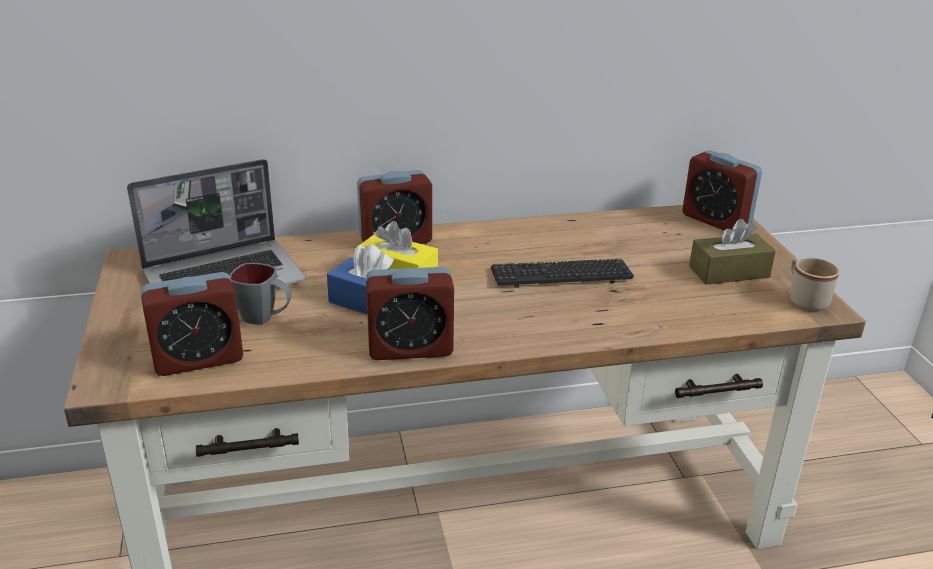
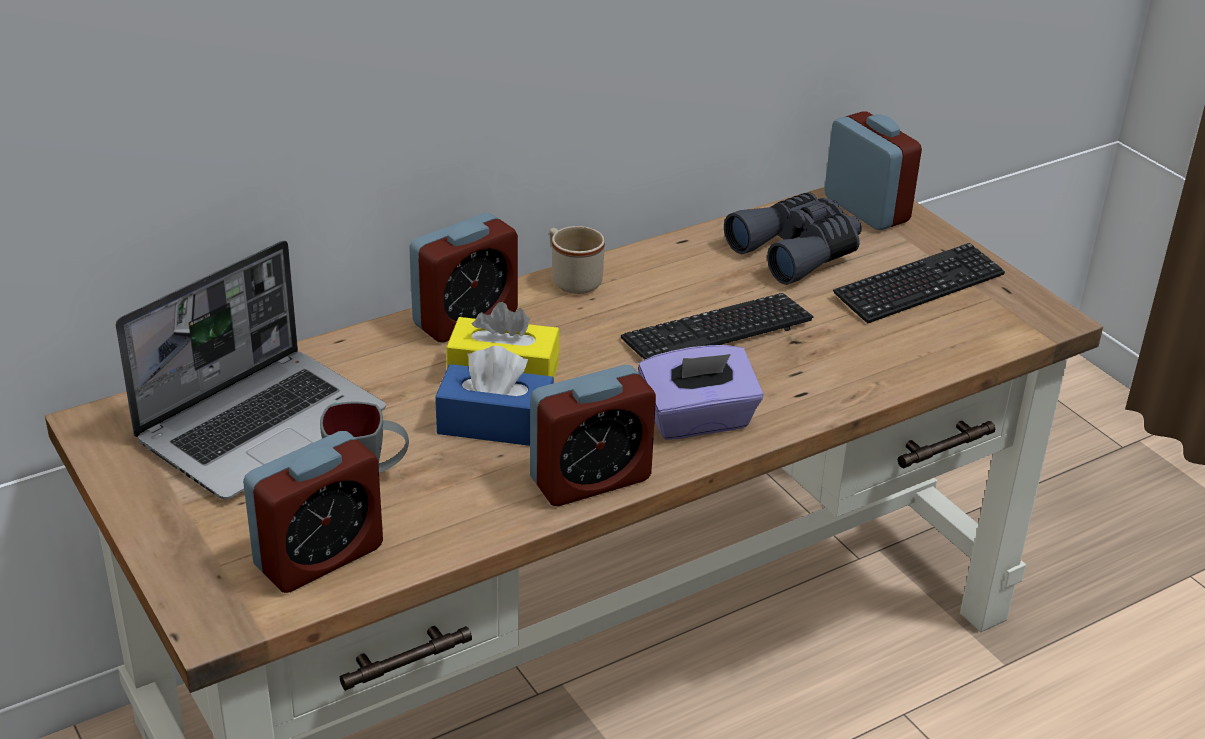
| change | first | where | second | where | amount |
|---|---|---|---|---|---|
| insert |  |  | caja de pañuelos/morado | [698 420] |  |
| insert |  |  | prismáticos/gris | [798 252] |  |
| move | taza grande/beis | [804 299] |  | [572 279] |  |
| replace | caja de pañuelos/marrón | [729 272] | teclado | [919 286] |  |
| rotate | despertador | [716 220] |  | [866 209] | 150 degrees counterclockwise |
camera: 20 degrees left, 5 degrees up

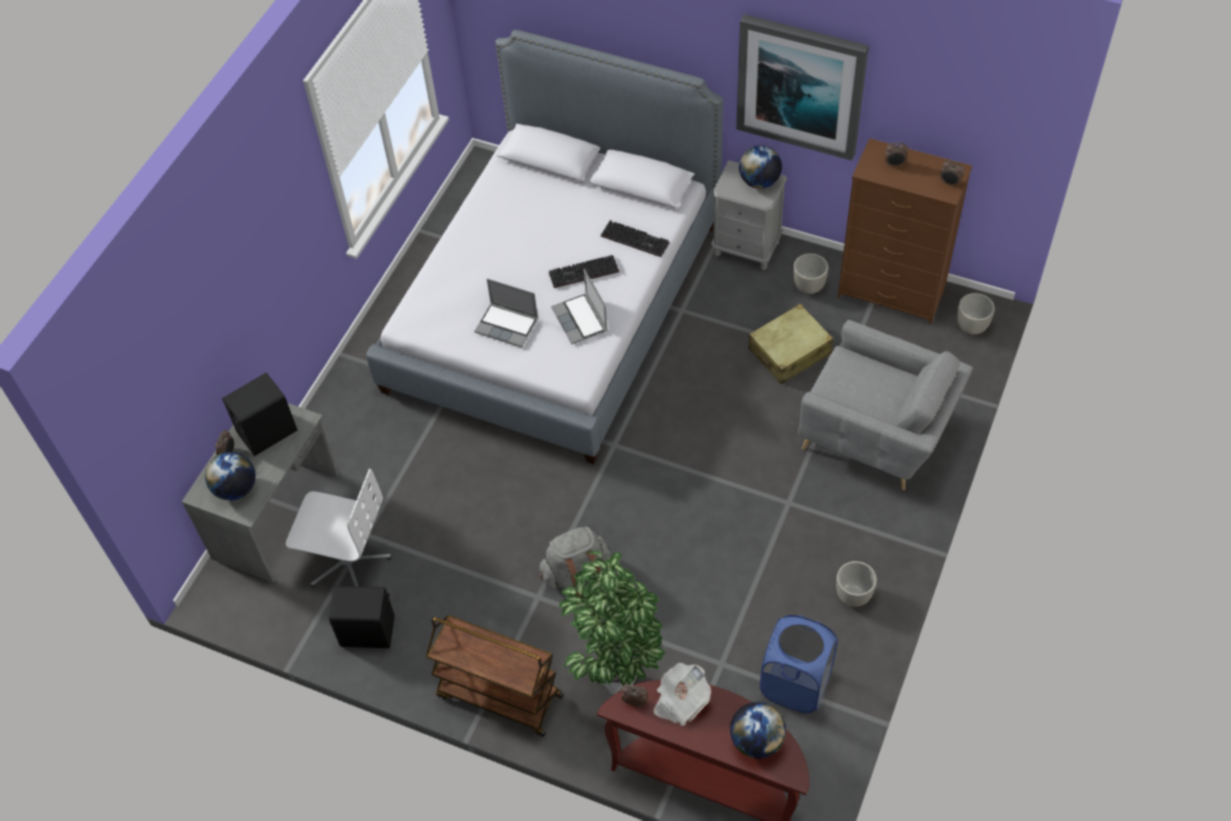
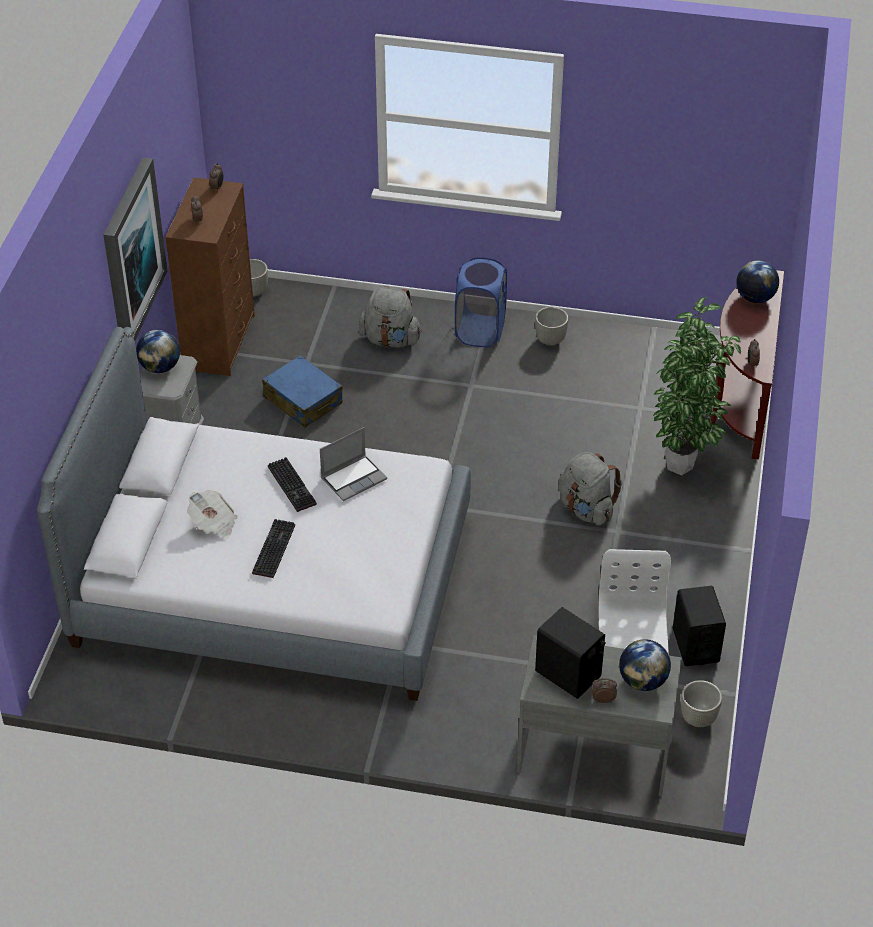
| change | first | where | second | where | amount |
|---|---|---|---|---|---|
| delete | carrito/marrón | [498 696] |  |  |  |
| delete | portátil | [508 325] |  |  |  |
| move | teclado | [636 239] |  | [273 548] |  |
| move | periódico | [680 701] |  | [213 523] |  |
| move | cesto de la ropa/azul | [795 684] |  | [480 331] |  |
| move | maceta/gris | [808 286] |  | [698 719] |  |
| replace | sillón/gris | [876 439] | mochila/gris | [390 339] |  |
| recolor | maleta/beis | [790 352] | maleta/azul | [302 400] |  |
camera: 105 degrees left, 10 degrees down

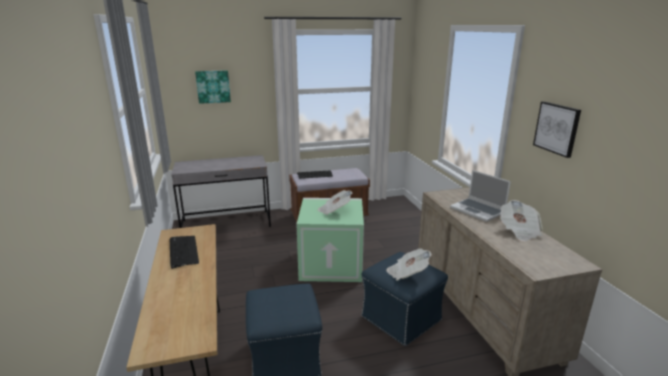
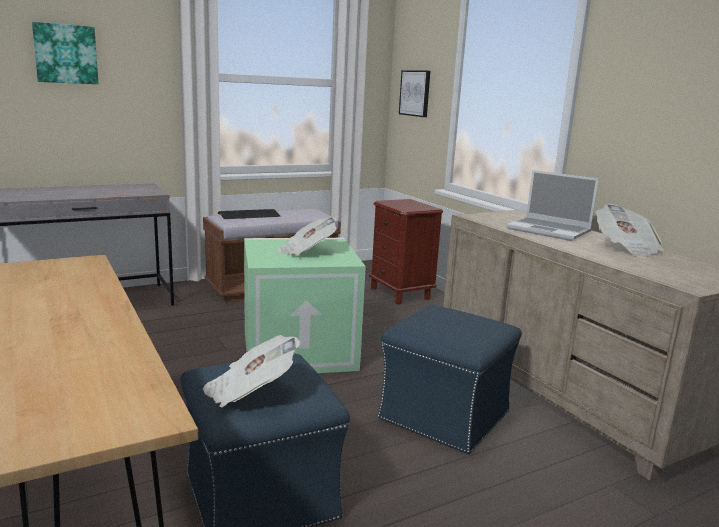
| change | first | where | second | where | amount |
|---|---|---|---|---|---|
| delete | teclado | [183 251] |  |  |  |
| insert |  |  | mesita de noche/marrón | [400 293] |  |
| move | periódico | [407 273] |  | [250 392] |  |
| move | cuadro | [557 128] |  | [415 93] |  |
camera: 15 degrees left, 5 degrees down

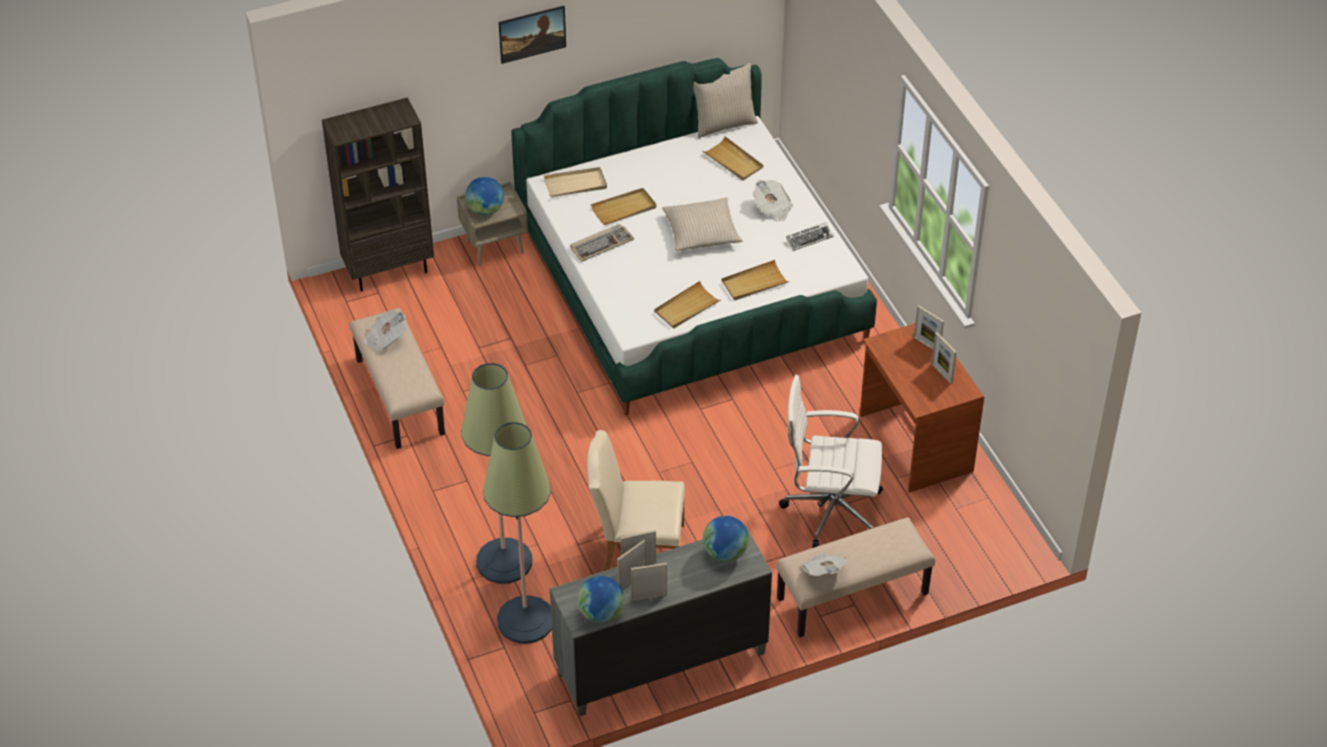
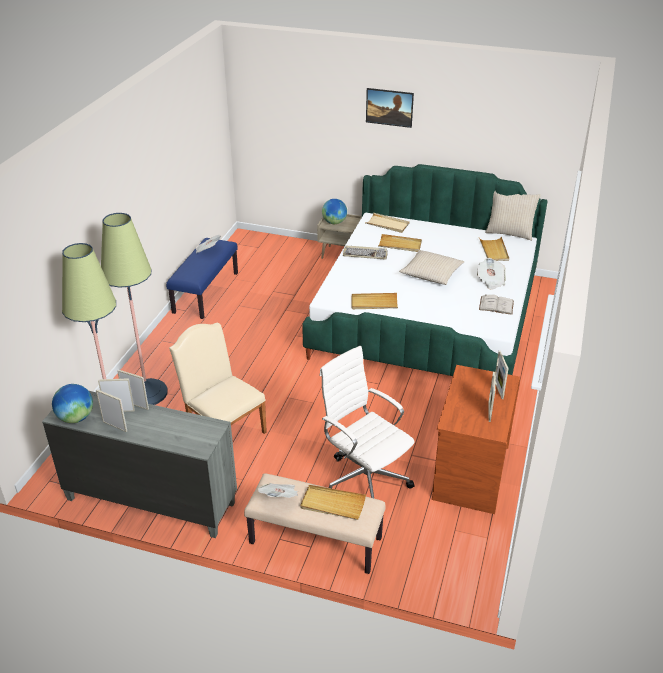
| change | first | where | second | where | amount |
|---|---|---|---|---|---|
| delete | estantería/marrón | [389 270] |  |  |  |
| delete | globo terráqueo | [725 553] |  |  |  |
| move | bandeja/beis | [754 283] |  | [332 504] |  |
| replace | teclado | [809 238] | libro/blanco | [496 305] |  |
| recolor | banco/beis | [399 397] | banco/azul | [205 292] |  |
camera: 40 degrees right, 10 degrees down

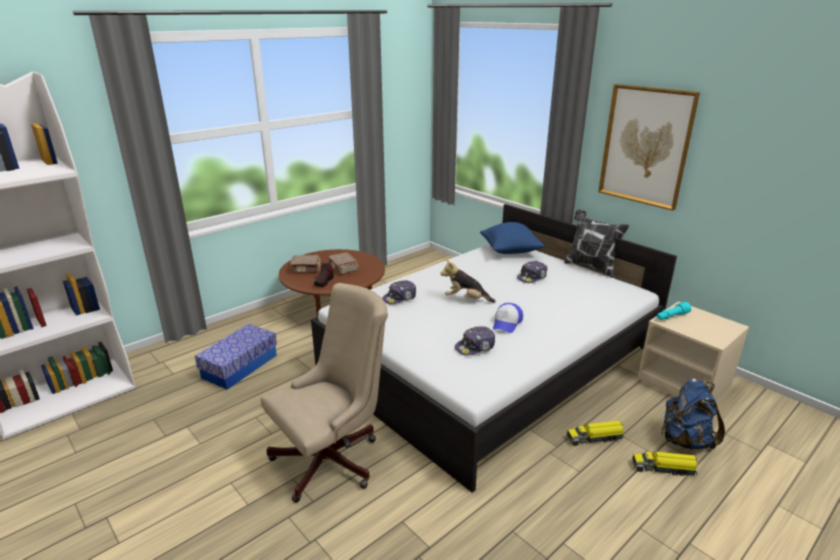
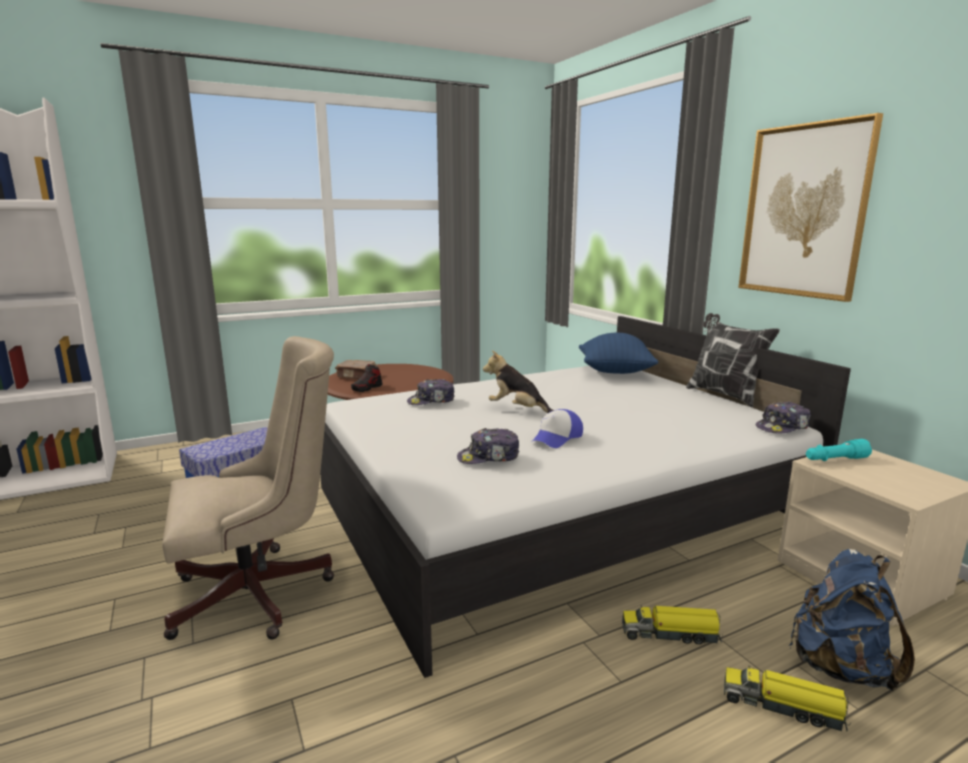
| change | first | where | second | where | amount |
|---|---|---|---|---|---|
| delete | libro/marrón | [343 268] |  |  |  |
| move | gorra | [532 277] |  | [782 427] |  |
camera: 15 degrees right, 10 degrees down

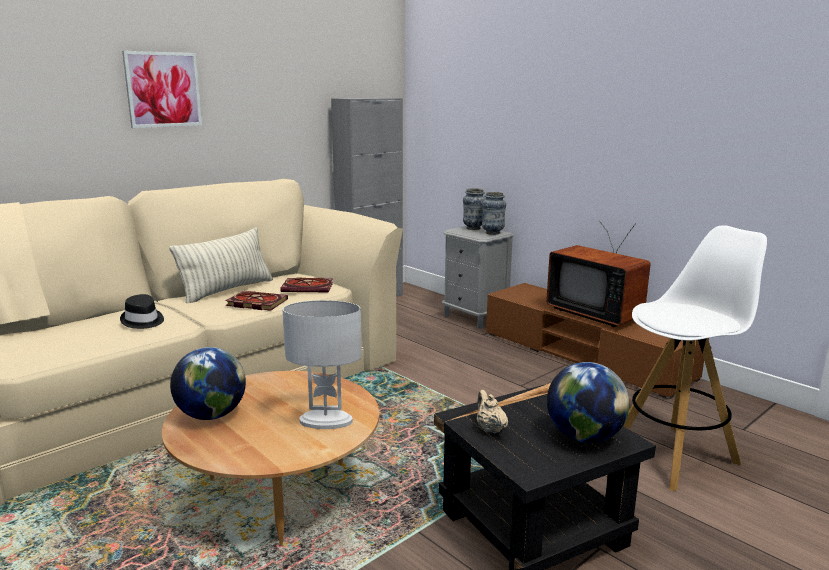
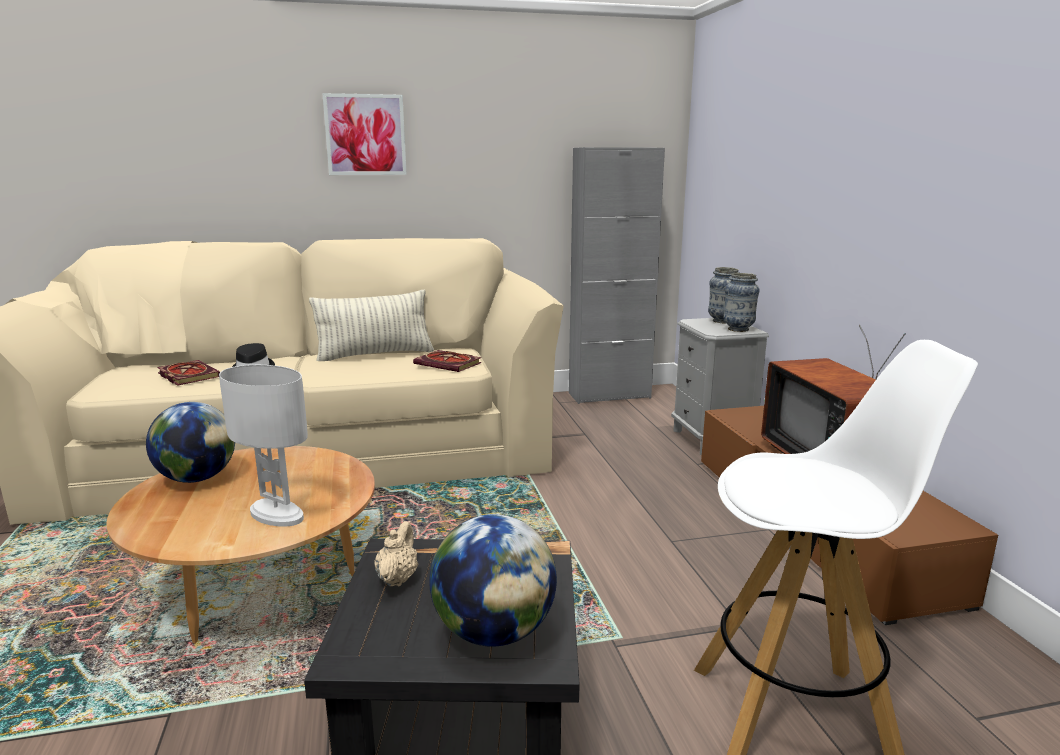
| change | first | where | second | where | amount |
|---|---|---|---|---|---|
| move | libro | [255 303] |  | [187 375] |  |
camera: 30 degrees right, 0 degrees up

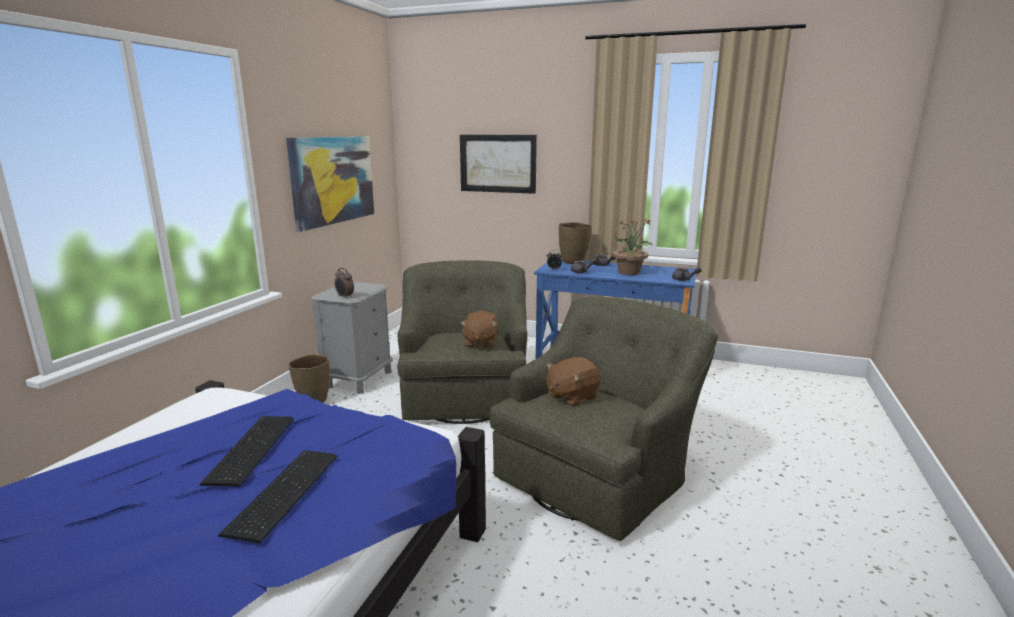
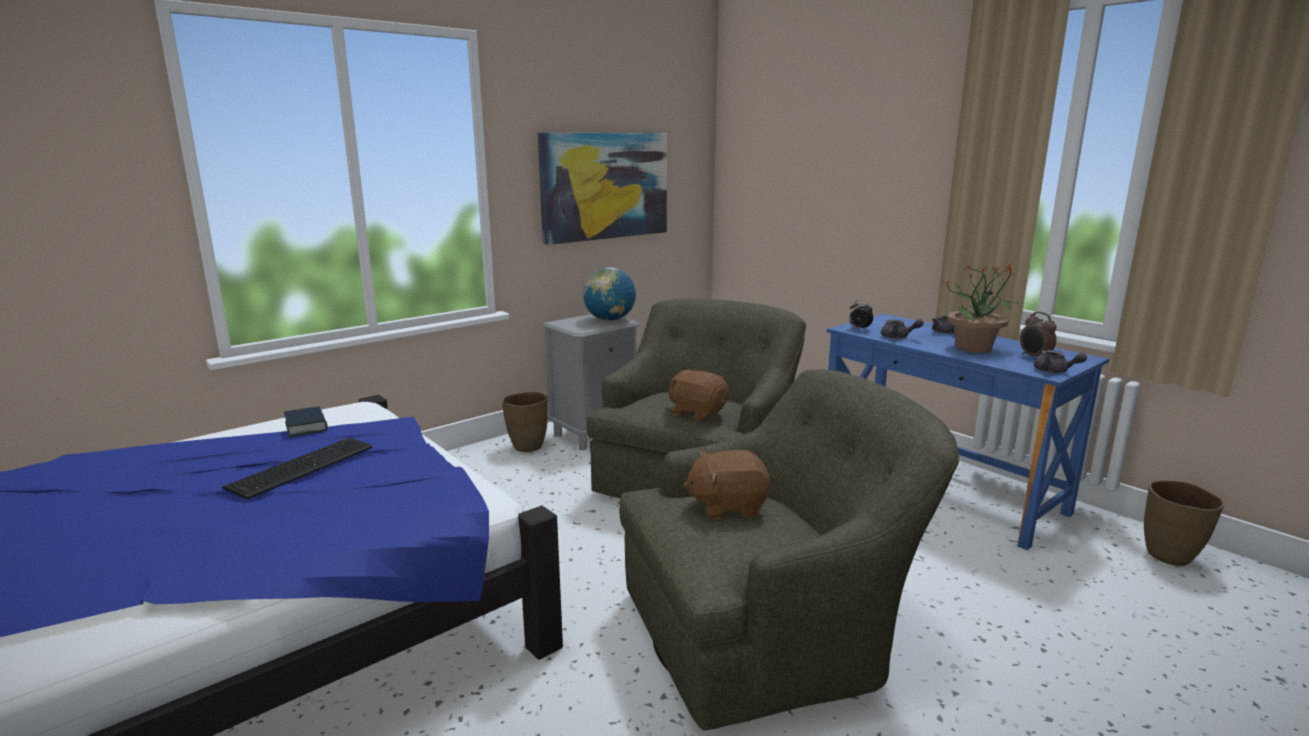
| change | first | where | second | where | amount |
|---|---|---|---|---|---|
| delete | teclado | [281 493] |  |  |  |
| delete | cuadro | [498 163] |  |  |  |
| insert |  |  | libro | [306 426] |  |
| insert |  |  | globo terráqueo | [609 320] |  |
| move | despertador | [344 297] |  | [1034 357] |  |
| move | florero/marrón | [573 262] |  | [1170 556] |  |
| rotate | peluche/marrón | [480 343] |  | [697 412] | 90 degrees clockwise |
camera: 30 degrees right, 0 degrees up

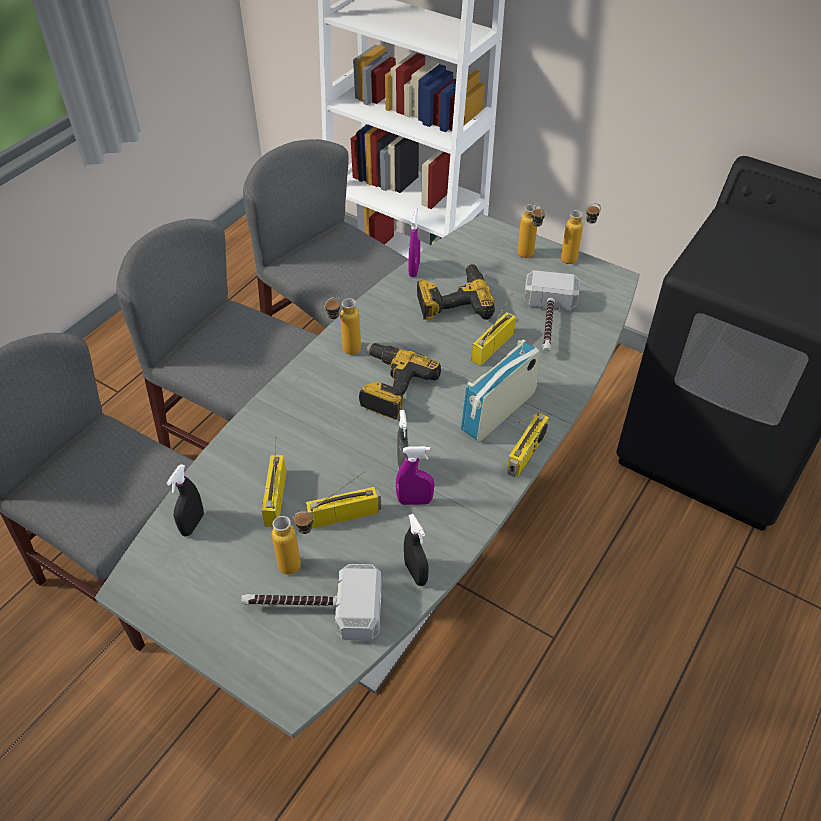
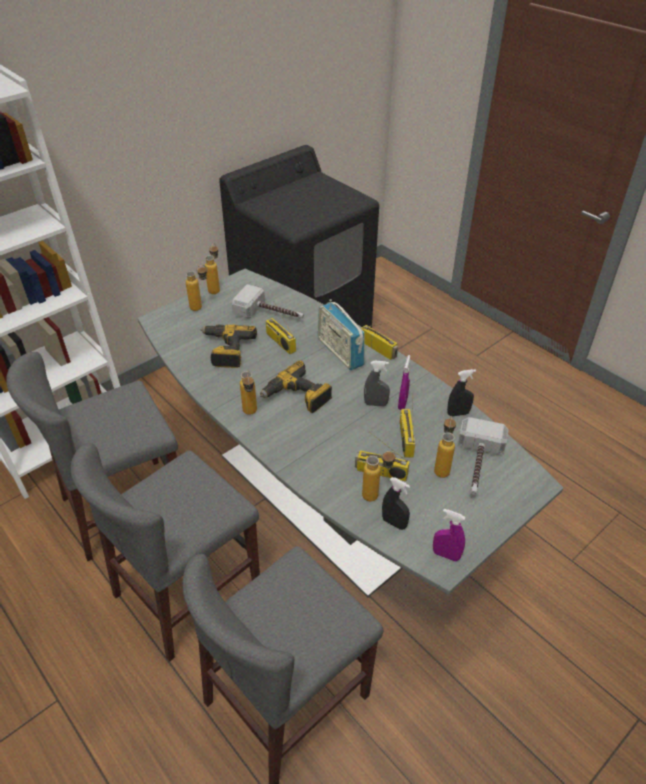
| change | first | where | second | where | amount |
|---|---|---|---|---|---|
| insert |  |  | botella | [377 495] |  |
| move | pulverizador/morado | [414 270] |  | [446 555] |  |
camera: 75 degrees left, 5 degrees down

